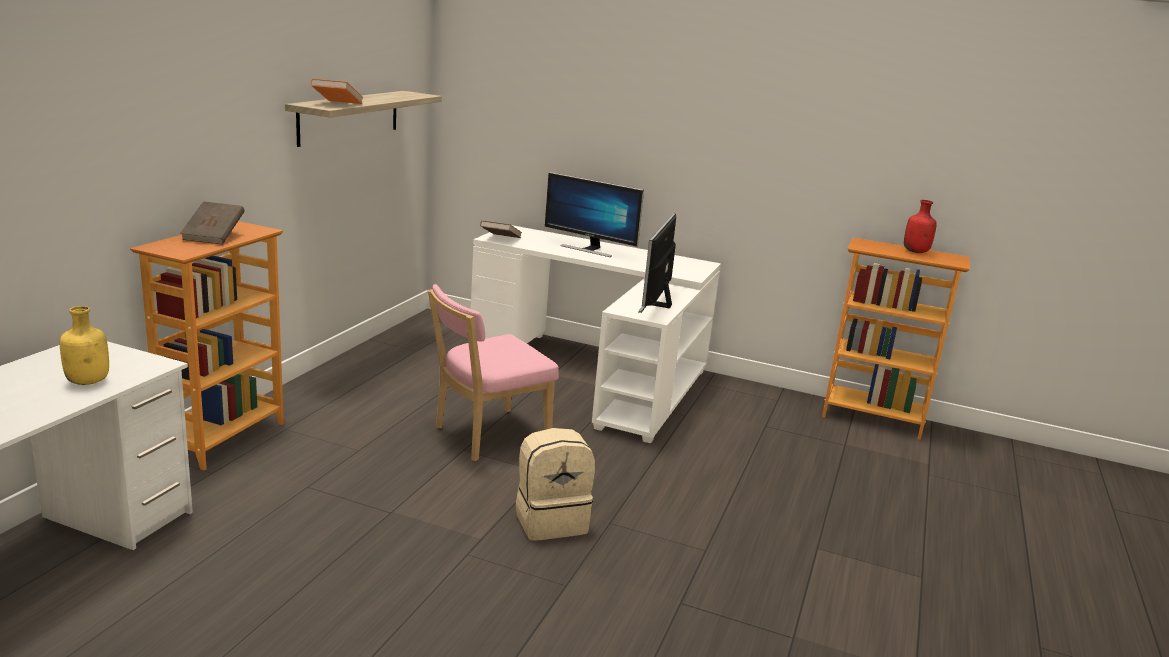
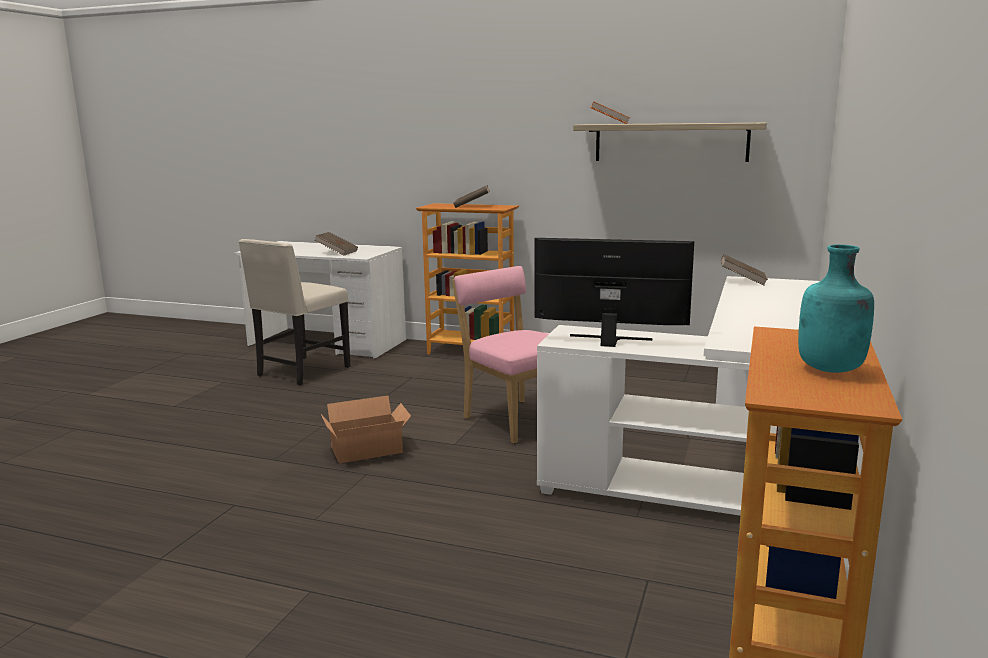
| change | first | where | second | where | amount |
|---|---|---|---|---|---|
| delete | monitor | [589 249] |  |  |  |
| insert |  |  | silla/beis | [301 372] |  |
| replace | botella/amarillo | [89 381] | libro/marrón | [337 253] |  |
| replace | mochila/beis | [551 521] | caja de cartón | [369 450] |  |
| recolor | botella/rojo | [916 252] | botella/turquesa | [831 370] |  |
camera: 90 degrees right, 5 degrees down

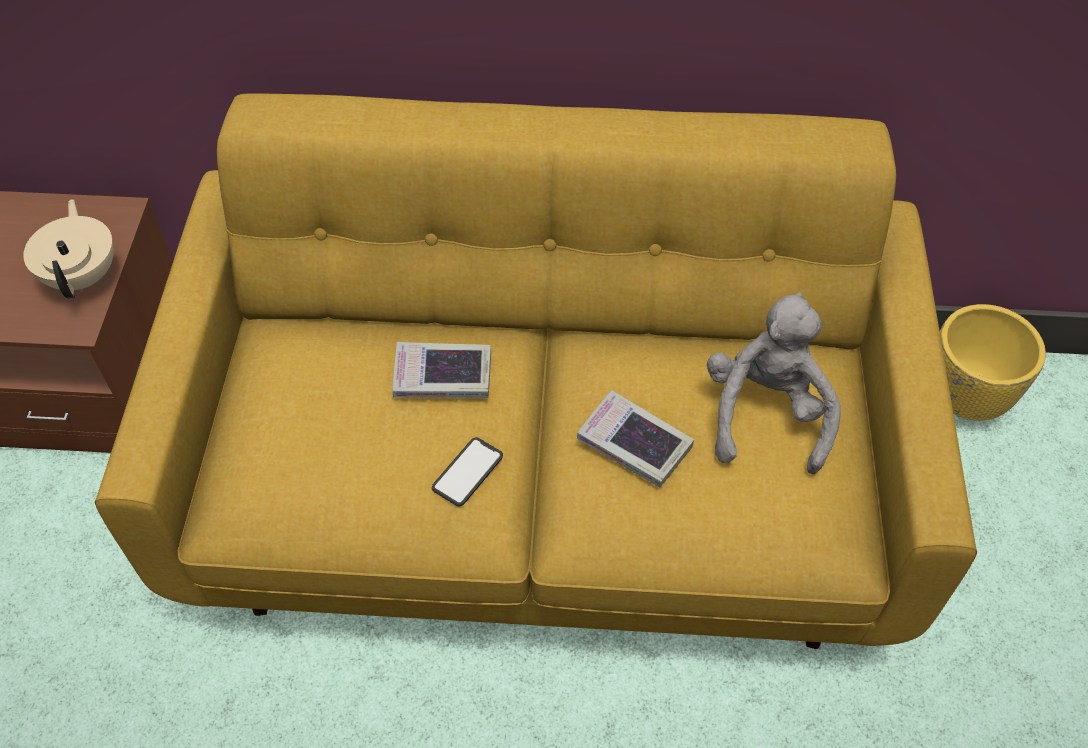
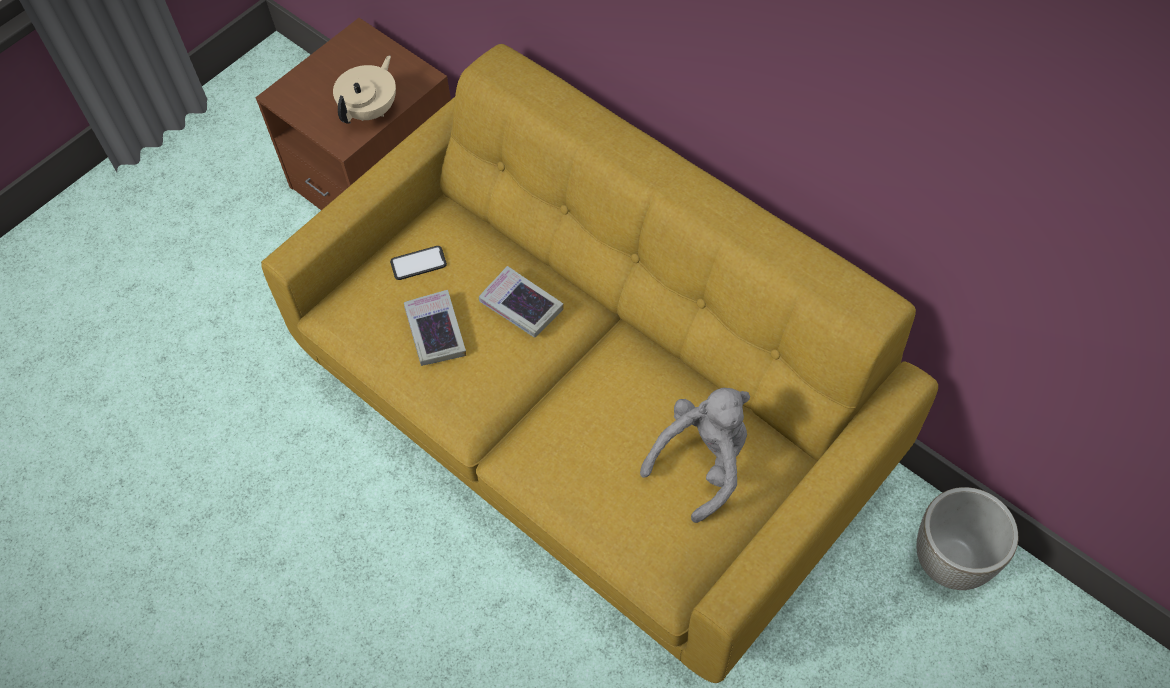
| change | first | where | second | where | amount |
|---|---|---|---|---|---|
| move | móvil | [467 472] |  | [418 263] |  |
| move | libro | [634 444] |  | [435 331] |  |
| recolor | maceta/amarillo | [965 397] | maceta/gris | [952 560] |  |
camera: 40 degrees right, 5 degrees up

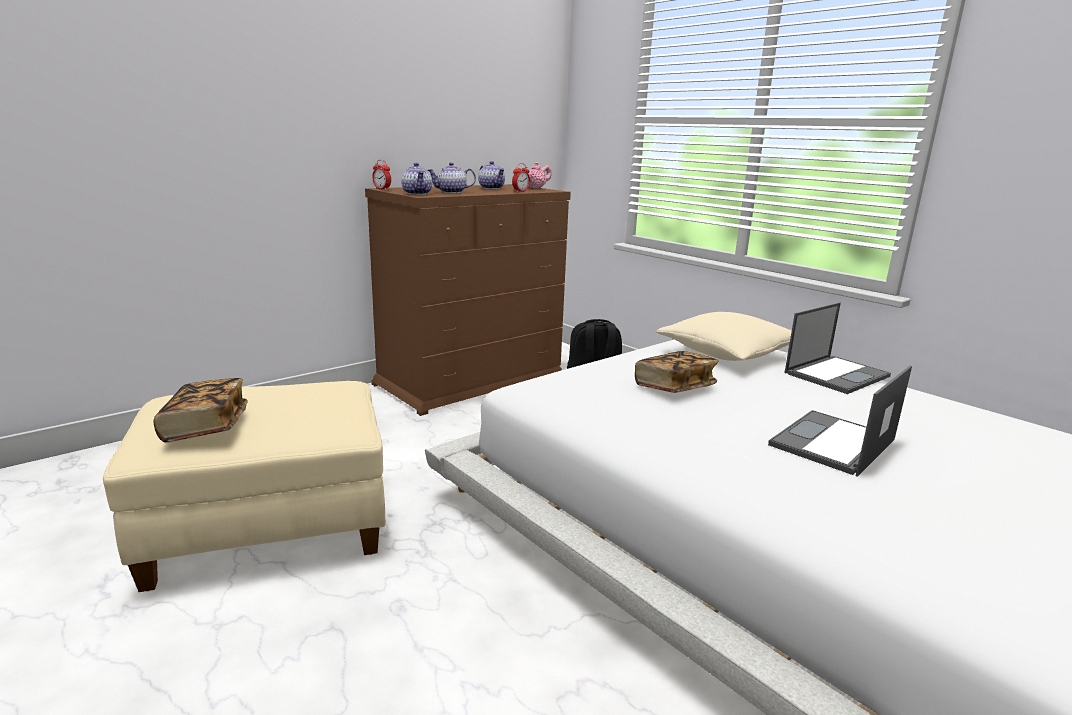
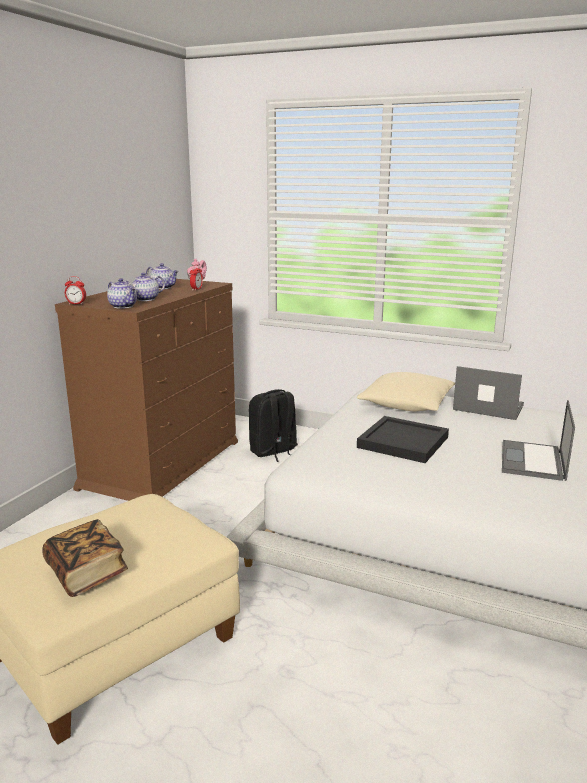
| change | first | where | second | where | amount |
|---|---|---|---|---|---|
| replace | libro | [674 388] | bandeja/negro | [404 442] |  |
| rotate | portátil | [837 374] |  | [487 407] | 90 degrees counterclockwise |
camera: 25 degrees left, 0 degrees up

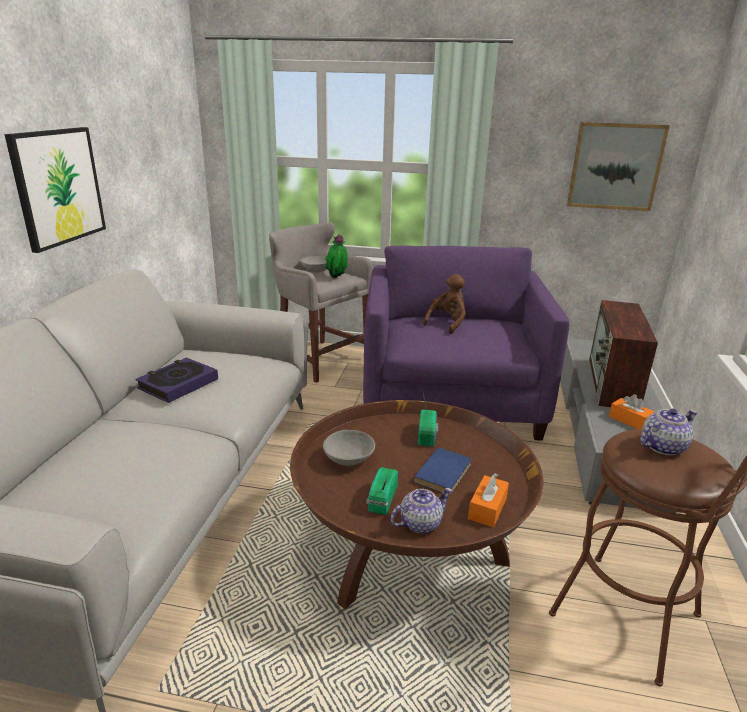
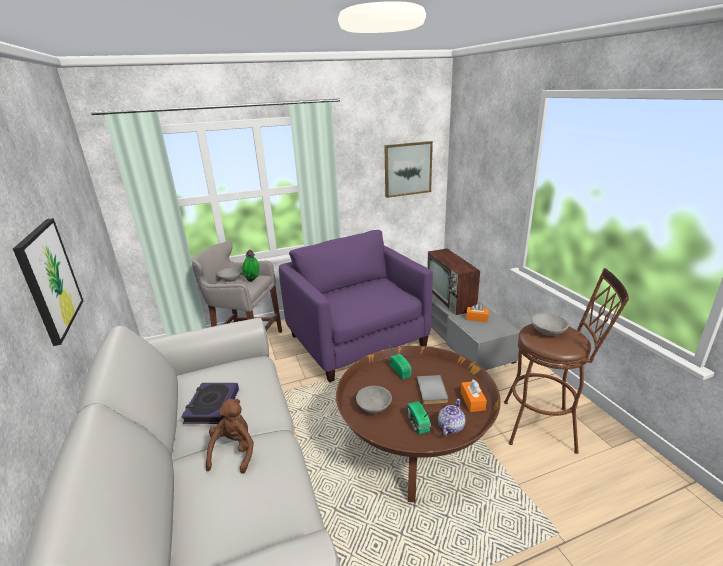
| change | first | where | second | where | amount |
|---|---|---|---|---|---|
| move | peluche/marrón | [447 323] |  | [234 451] |  |
| replace | tetera | [662 446] | cuenco/gris | [547 332] |  |
| recolor | libro/azul | [445 473] | libro/gris | [433 390] |  |
camera: 30 degrees left, 0 degrees up

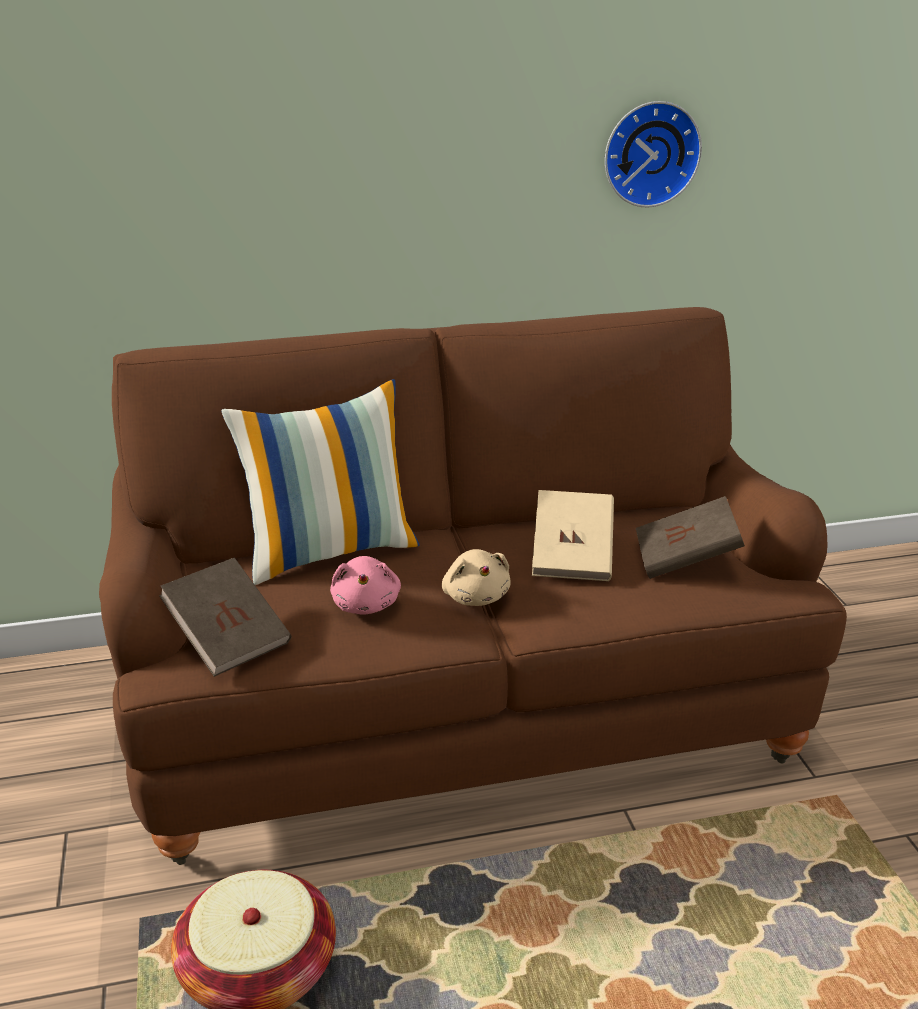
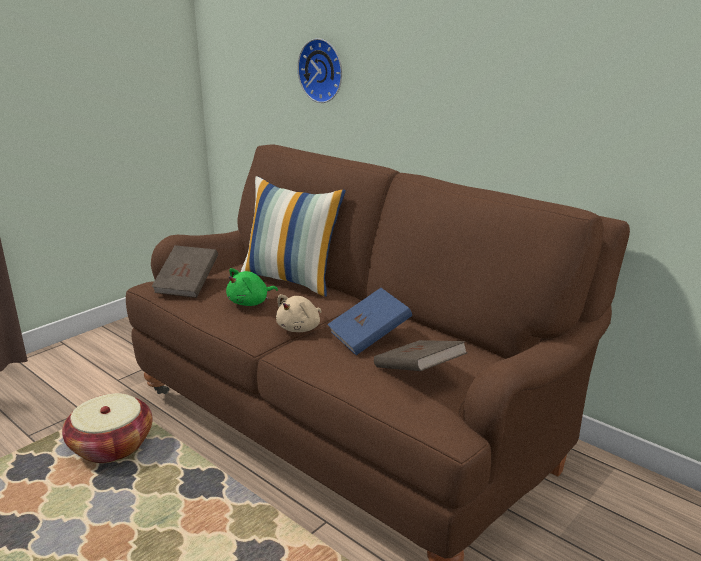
| change | first | where | second | where | amount |
|---|---|---|---|---|---|
| move | reloj de pared | [650 153] |  | [323 70] |  |
| recolor | peluche/rosa | [366 604] | peluche/verde | [250 302] |  |
| recolor | libro/beis | [572 557] | libro/azul | [369 337] |  |
camera: 55 degrees right, 5 degrees down

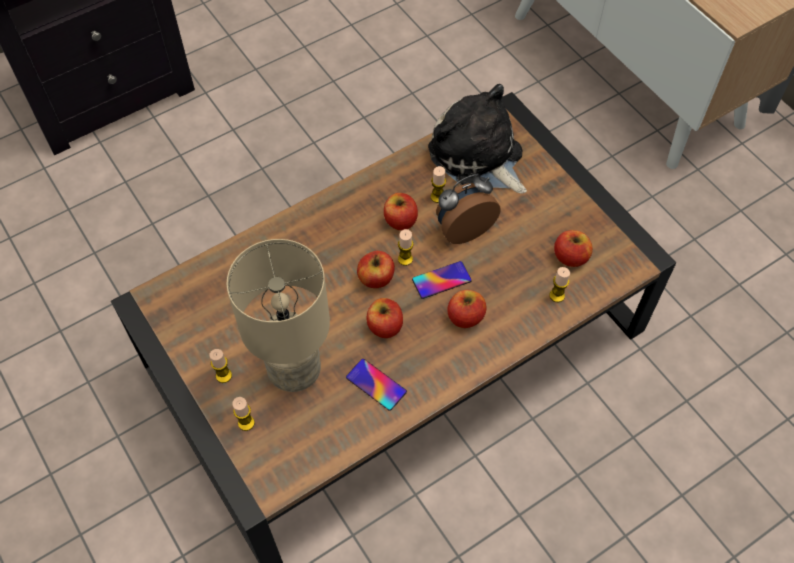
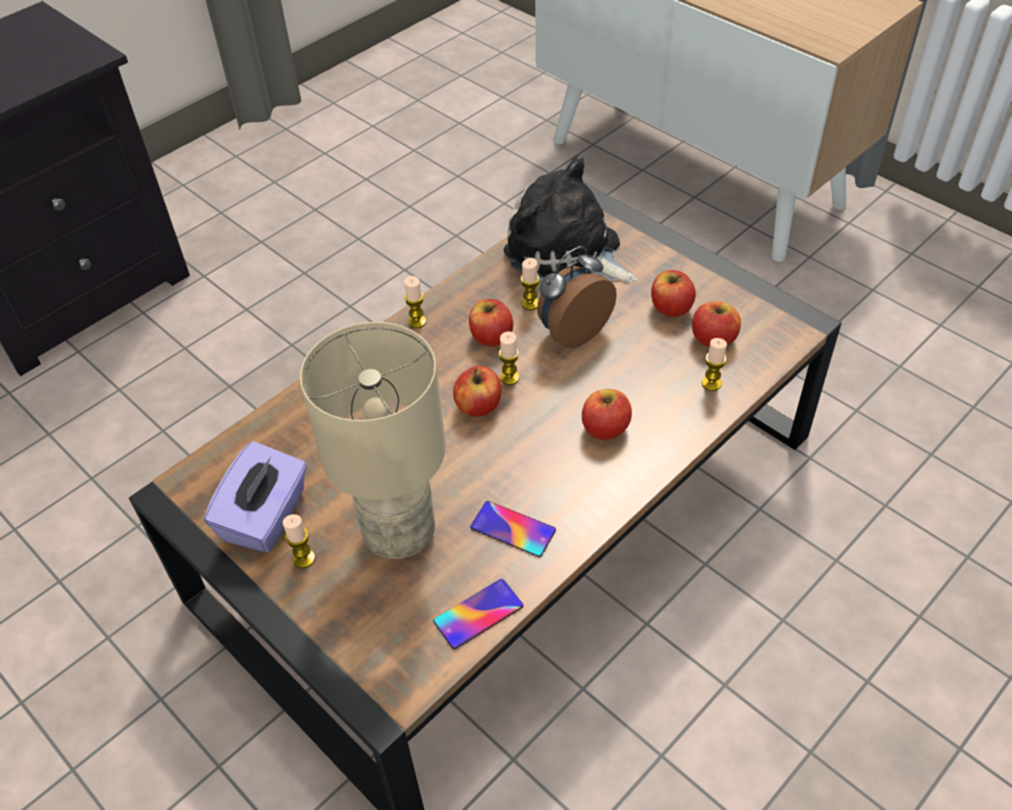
| change | first | where | second | where | amount |
|---|---|---|---|---|---|
| insert |  |  | caja de pañuelos/morado | [266 517] |  |
| move | vela | [246 423] |  | [417 321] |  |
| move | manzana | [384 326] |  | [671 308] |  |
| move | móvil | [441 280] |  | [478 614] |  |
camera: 10 degrees left, 10 degrees down

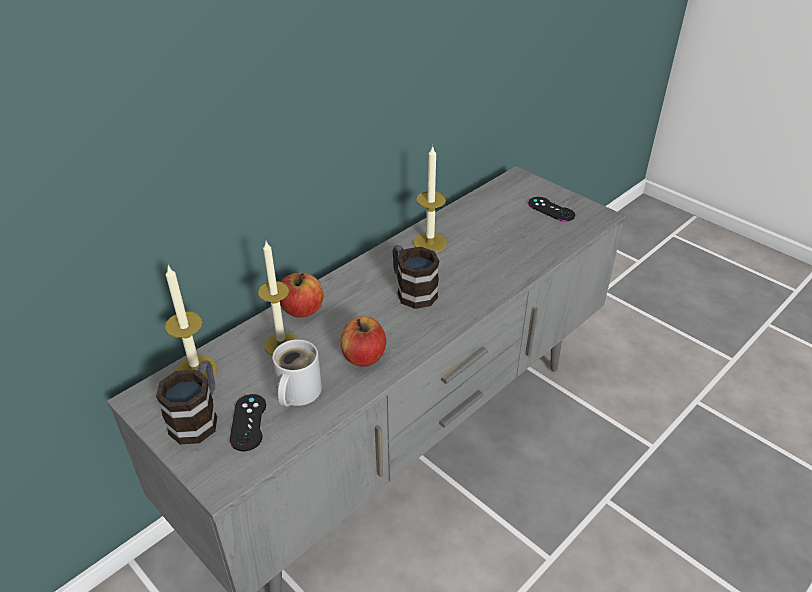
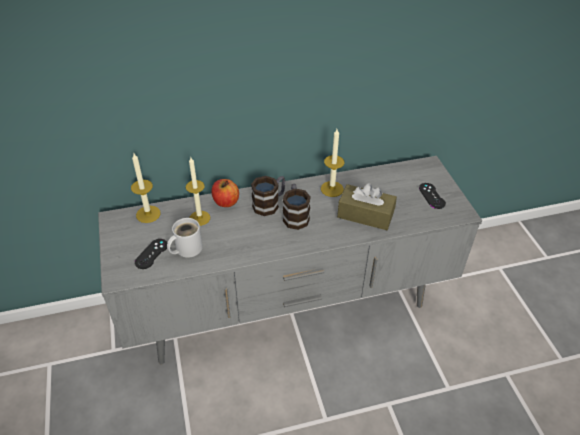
| change | first | where | second | where | amount |
|---|---|---|---|---|---|
| delete | manzana | [364 356] |  |  |  |
| insert |  |  | caja de pañuelos/marrón | [365 215] |  |
| move | taza grande | [198 417] |  | [270 204] |  |
camera: 30 degrees right, 5 degrees up

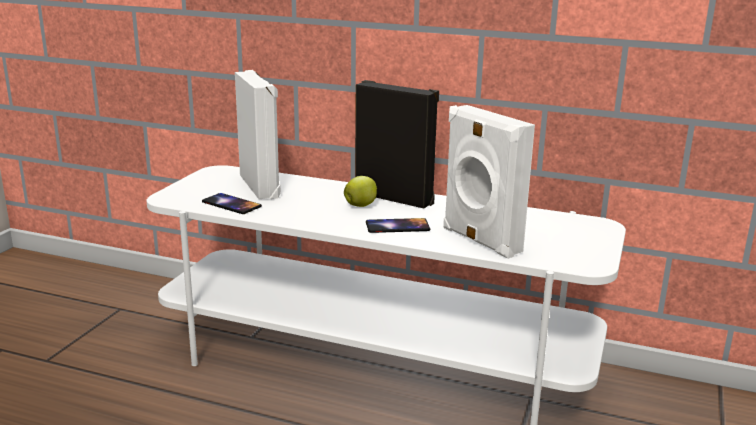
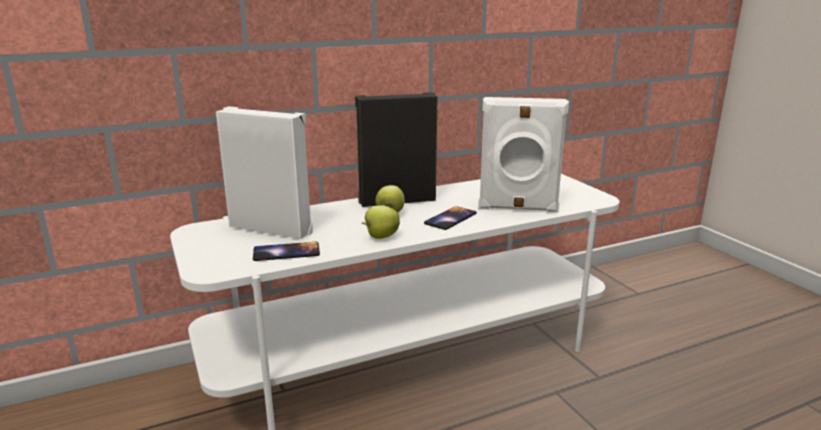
| change | first | where | second | where | amount |
|---|---|---|---|---|---|
| insert |  |  | manzana | [380 237] |  |
camera: 45 degrees left, 0 degrees up

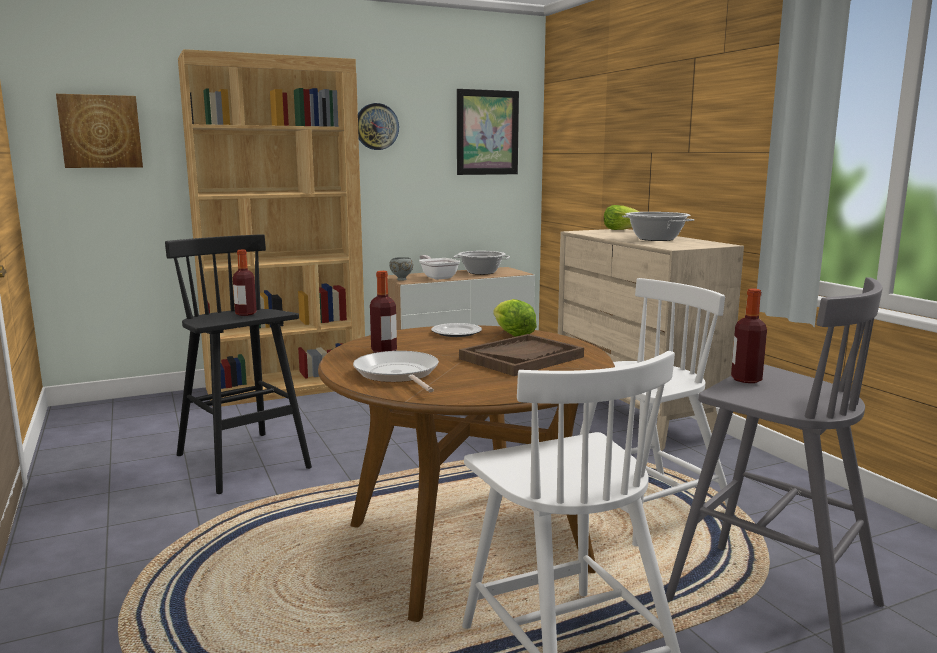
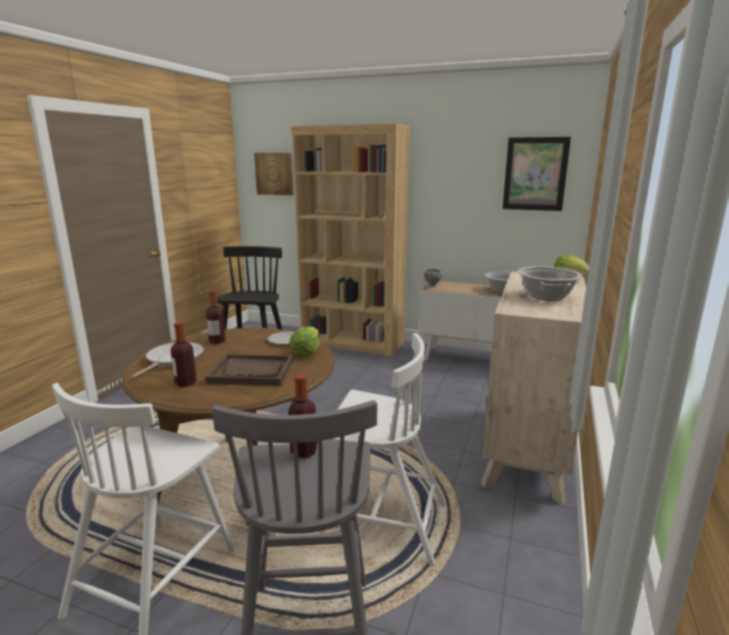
| change | first | where | second | where | amount |
|---|---|---|---|---|---|
| delete | reloj de pared | [376 126] |  |  |  |
| delete | sartén | [438 277] |  |  |  |
| move | botella | [246 314] |  | [186 383] |  |
camera: 45 degrees right, 5 degrees up

